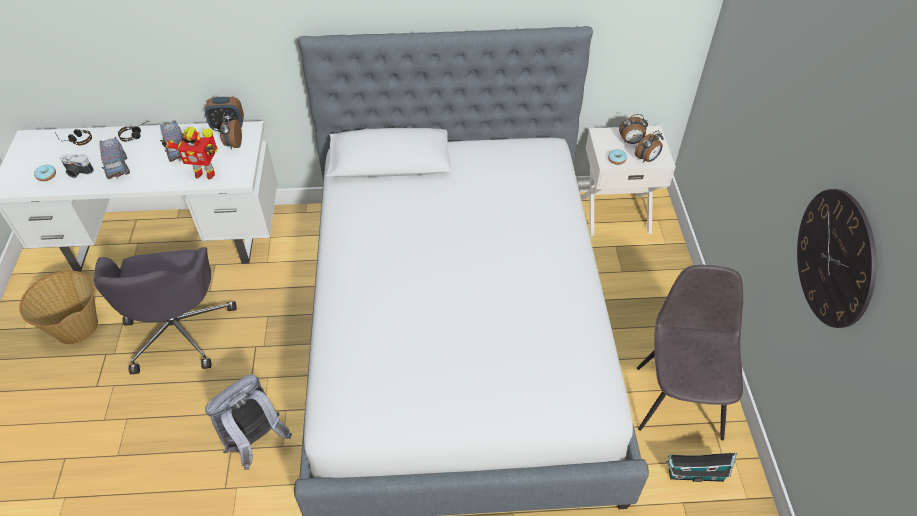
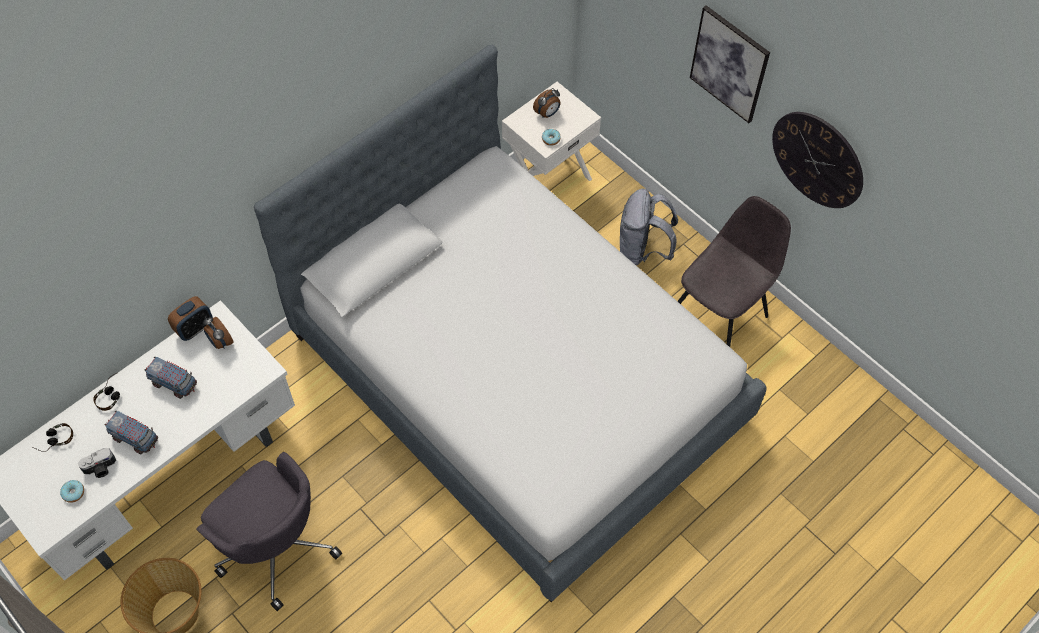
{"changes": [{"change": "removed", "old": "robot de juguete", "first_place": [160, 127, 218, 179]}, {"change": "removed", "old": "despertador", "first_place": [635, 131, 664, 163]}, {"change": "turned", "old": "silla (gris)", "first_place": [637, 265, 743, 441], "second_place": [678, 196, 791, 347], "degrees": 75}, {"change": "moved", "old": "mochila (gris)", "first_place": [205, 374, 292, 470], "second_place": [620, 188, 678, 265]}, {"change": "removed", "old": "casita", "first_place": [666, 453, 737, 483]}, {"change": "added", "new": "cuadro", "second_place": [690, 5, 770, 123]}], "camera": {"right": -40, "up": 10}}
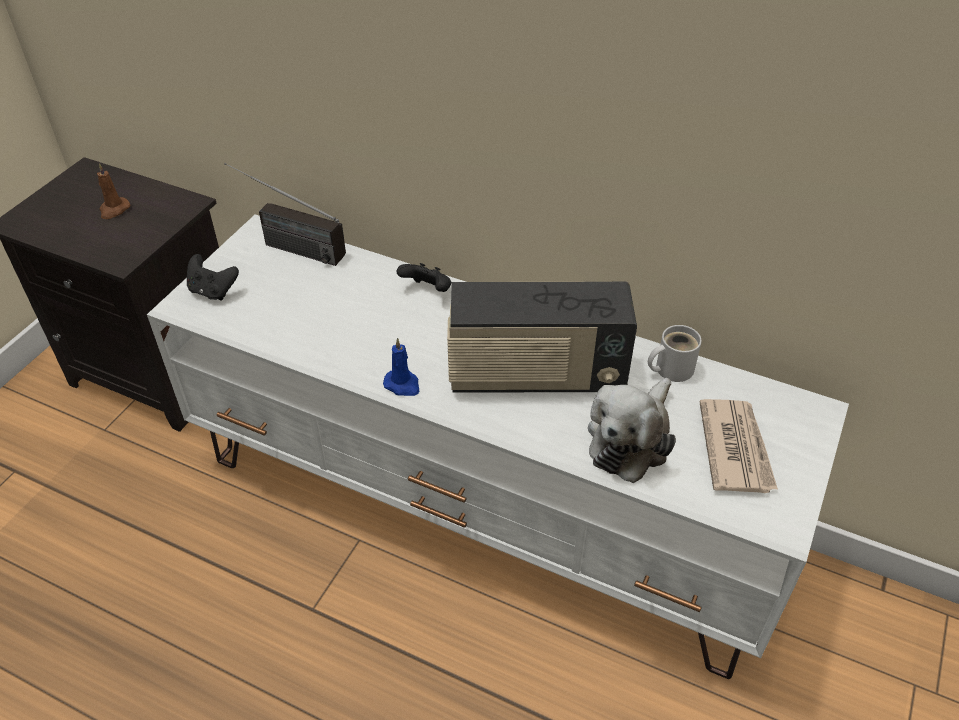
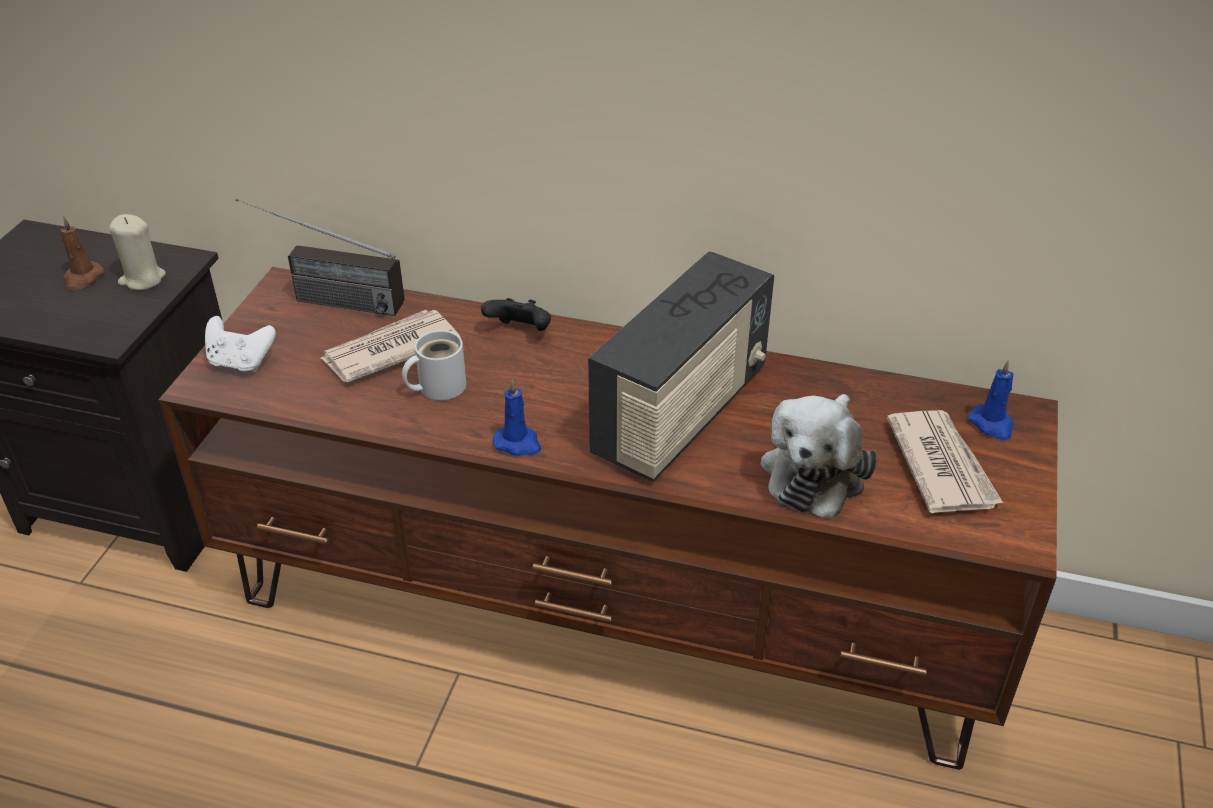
{"changes": [{"change": "recoloured", "old": "mueble de televisión (blanco)", "new": "mueble de televisión (marrón)", "first_place": [147, 214, 849, 679], "second_place": [158, 267, 1058, 770]}, {"change": "recoloured", "old": "mando de consola (negro)", "new": "mando de consola (blanco)", "first_place": [187, 254, 239, 301], "second_place": [205, 316, 276, 372]}, {"change": "turned", "old": "radio", "first_place": [447, 282, 637, 393], "second_place": [588, 251, 774, 482], "degrees": -45}, {"change": "moved", "old": "taza grande (blanco)", "first_place": [648, 325, 702, 382], "second_place": [402, 330, 466, 401]}, {"change": "added", "new": "vela (beis)", "second_place": [109, 214, 166, 290]}, {"change": "added", "new": "periódico", "second_place": [319, 310, 461, 383]}, {"change": "added", "new": "vela (azul)", "second_place": [968, 360, 1014, 440]}], "camera": {"right": -10, "up": -5}}
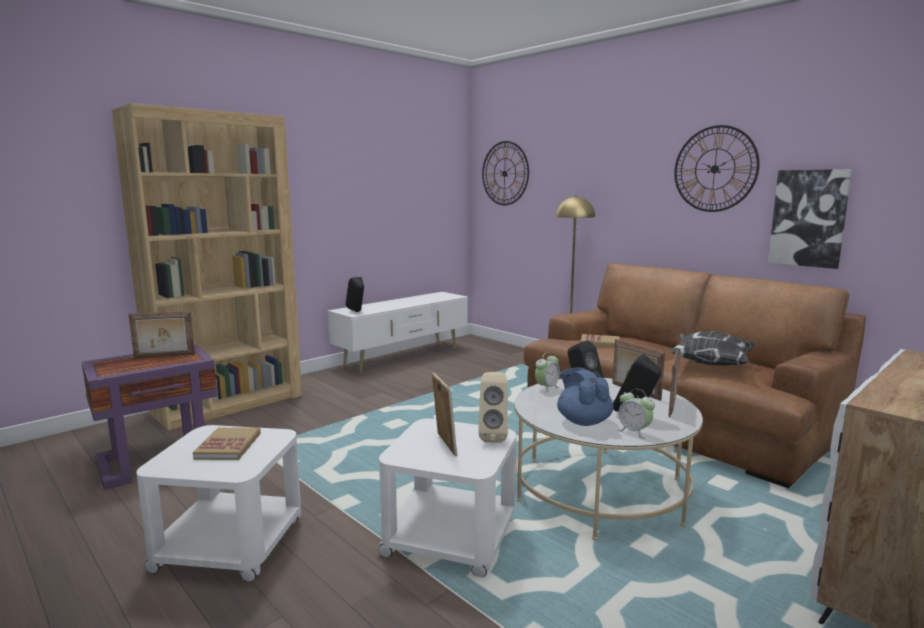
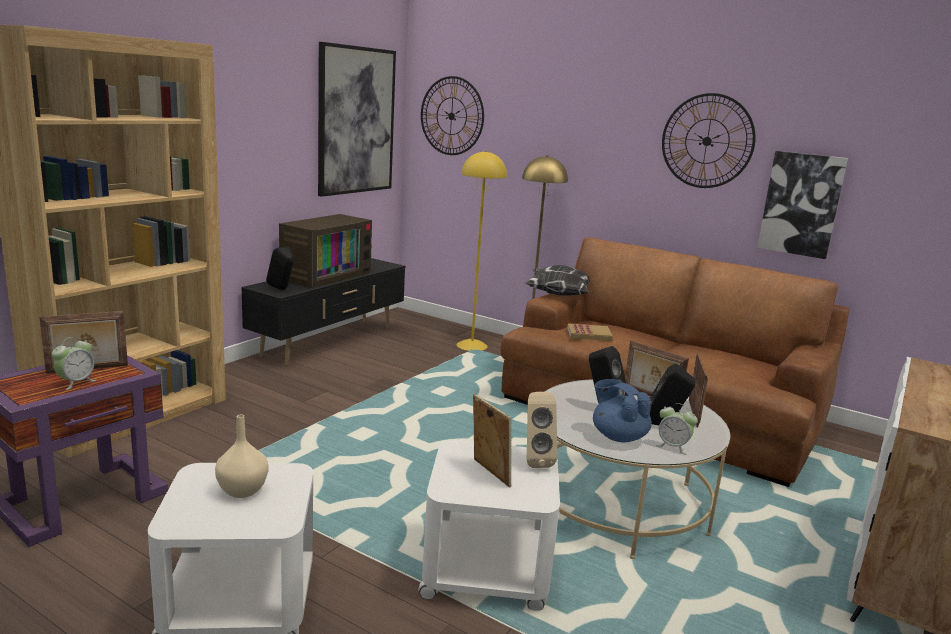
{"changes": [{"change": "recoloured", "old": "mueble de televisión (blanco)", "new": "mueble de televisión (negro)", "first_place": [328, 292, 468, 374], "second_place": [241, 258, 405, 366]}, {"change": "moved", "old": "cojín", "first_place": [669, 330, 756, 366], "second_place": [525, 265, 590, 296]}, {"change": "moved", "old": "despertador", "first_place": [535, 353, 560, 393], "second_place": [52, 337, 96, 390]}, {"change": "replaced", "old": "libro", "new": "florero (beis)", "first_place": [193, 428, 261, 460], "second_place": [215, 415, 269, 498]}, {"change": "added", "new": "cuadro", "second_place": [318, 42, 396, 197]}, {"change": "added", "new": "lámpara de pie (amarillo)", "second_place": [456, 151, 507, 351]}, {"change": "added", "new": "televisor", "second_place": [279, 214, 372, 288]}], "camera": {"right": -15, "up": 5}}
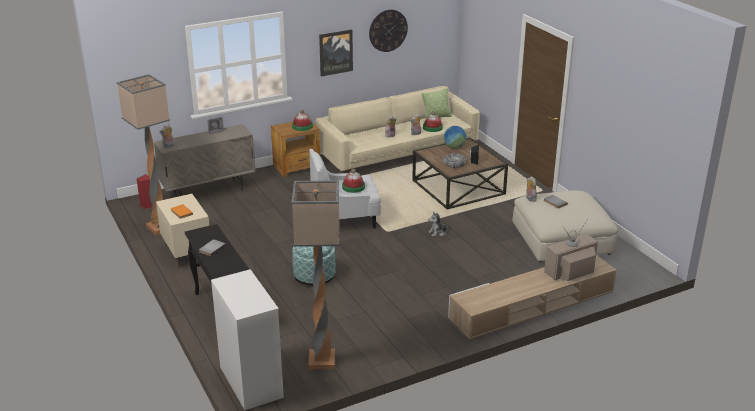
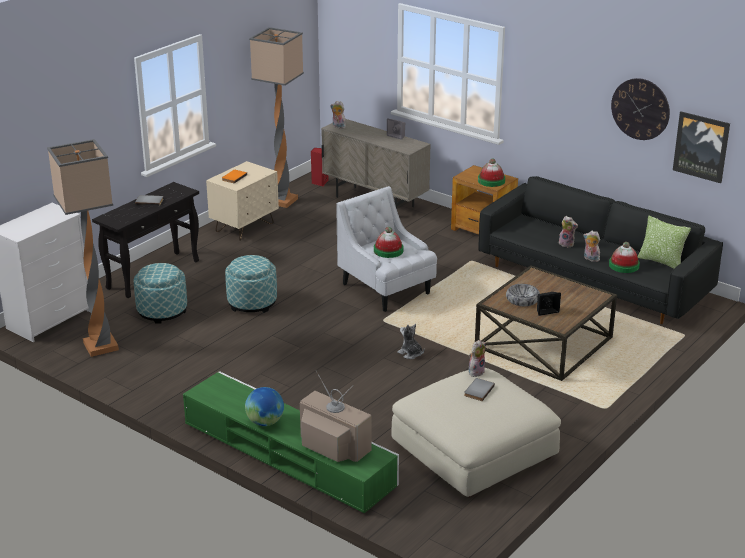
{"changes": [{"change": "moved", "old": "cuadro", "first_place": [319, 30, 353, 76], "second_place": [673, 111, 730, 183]}, {"change": "recoloured", "old": "sofá (beis)", "new": "sofá (negro)", "first_place": [315, 86, 480, 172], "second_place": [478, 176, 723, 324]}, {"change": "moved", "old": "globo terráqueo", "first_place": [444, 126, 466, 148], "second_place": [245, 387, 284, 426]}, {"change": "recoloured", "old": "mueble de televisión (beis)", "new": "mueble de televisión (verde)", "first_place": [448, 255, 617, 339], "second_place": [183, 371, 399, 513]}, {"change": "added", "new": "puf", "second_place": [133, 263, 187, 324]}], "camera": {"right": 65, "up": 0}}
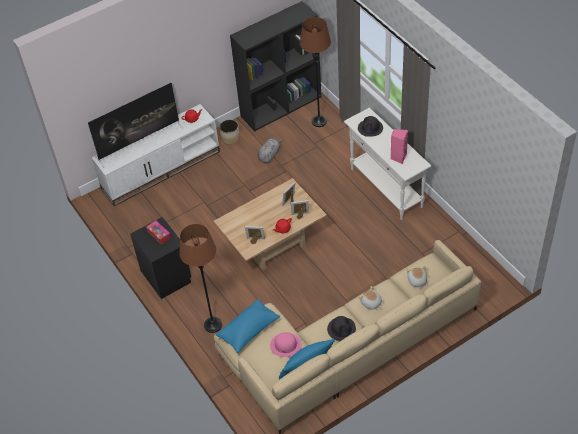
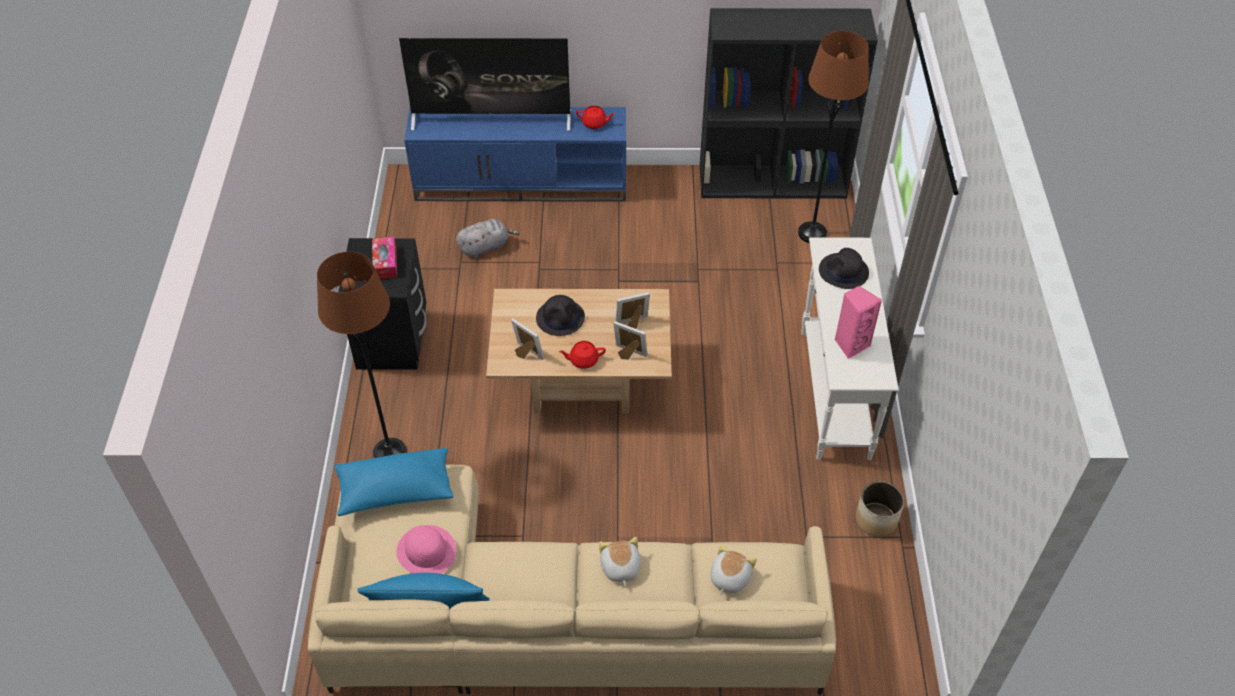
{"changes": [{"change": "recoloured", "old": "mueble de televisión (blanco)", "new": "mueble de televisión (azul)", "first_place": [92, 104, 220, 206], "second_place": [404, 107, 626, 202]}, {"change": "moved", "old": "maceta", "first_place": [219, 119, 240, 145], "second_place": [856, 481, 904, 537]}, {"change": "moved", "old": "peluche (gris)", "first_place": [257, 138, 283, 163], "second_place": [456, 219, 520, 258]}, {"change": "moved", "old": "sombrero (negro)", "first_place": [327, 316, 356, 341], "second_place": [536, 295, 585, 336]}], "camera": {"right": 30, "up": 0}}
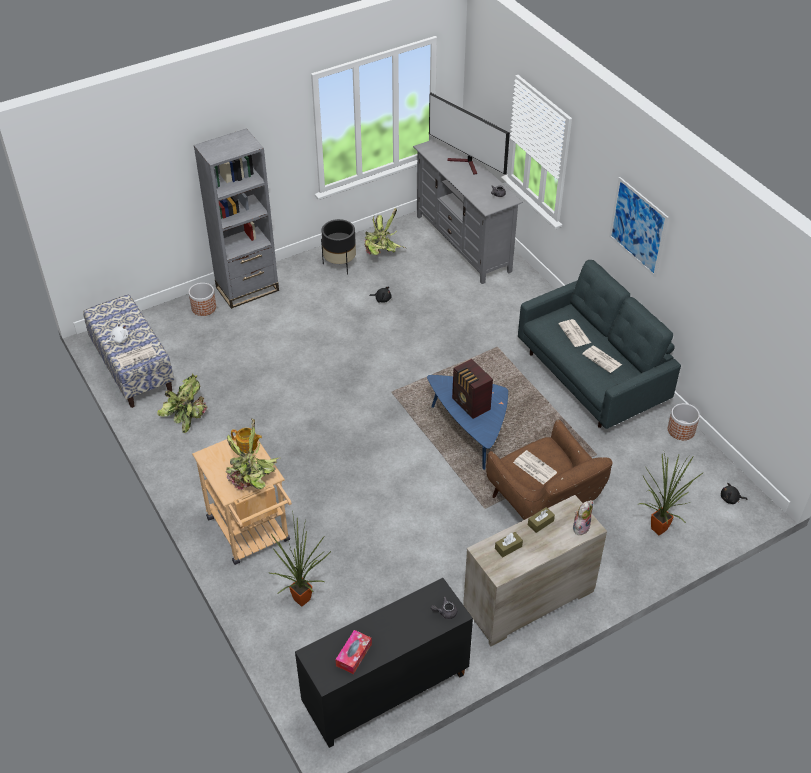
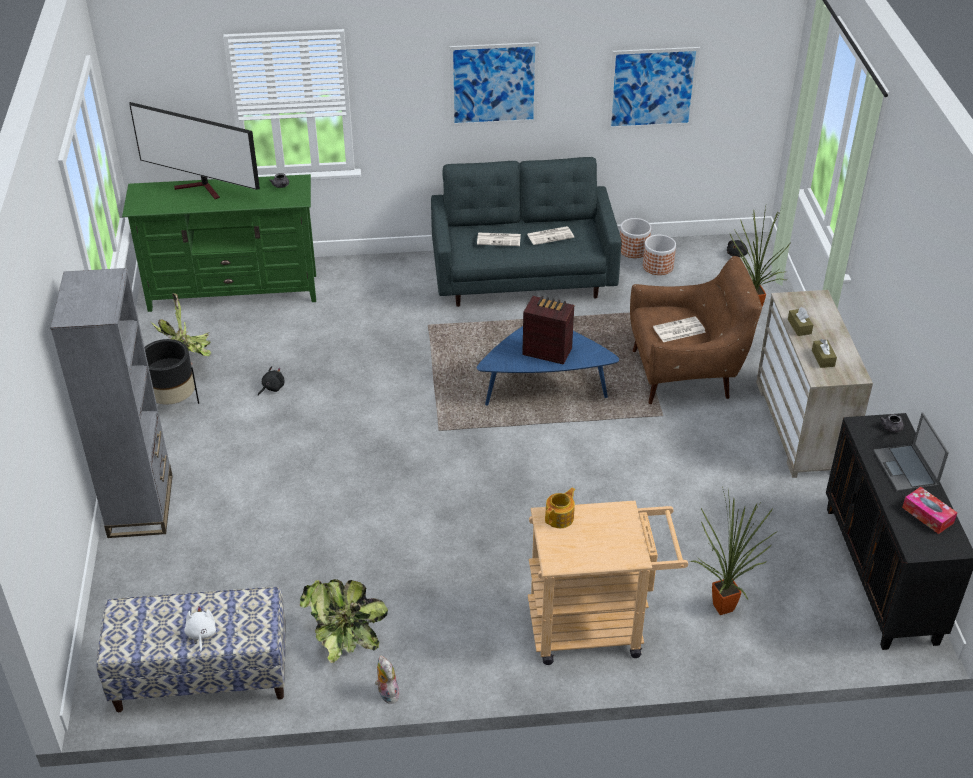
{"changes": [{"change": "turned", "old": "televisor", "first_place": [429, 92, 510, 175], "second_place": [129, 102, 260, 199], "degrees": 45}, {"change": "recoloured", "old": "mueble de televisión (gris)", "new": "mueble de televisión (verde)", "first_place": [413, 138, 523, 284], "second_place": [122, 174, 316, 312]}, {"change": "moved", "old": "maceta", "first_place": [189, 283, 216, 316], "second_place": [643, 235, 676, 275]}, {"change": "removed", "old": "periódico", "first_place": [116, 344, 157, 368]}, {"change": "turned", "old": "radio", "first_place": [452, 359, 493, 419], "second_place": [522, 296, 574, 365], "degrees": -150}, {"change": "removed", "old": "planta en maceta", "first_place": [225, 418, 279, 490]}, {"change": "moved", "old": "peluche", "first_place": [573, 500, 593, 535], "second_place": [375, 655, 399, 703]}, {"change": "added", "new": "cuadro", "second_place": [607, 47, 700, 130]}, {"change": "added", "new": "portátil", "second_place": [873, 413, 949, 491]}], "camera": {"right": -65, "up": -5}}
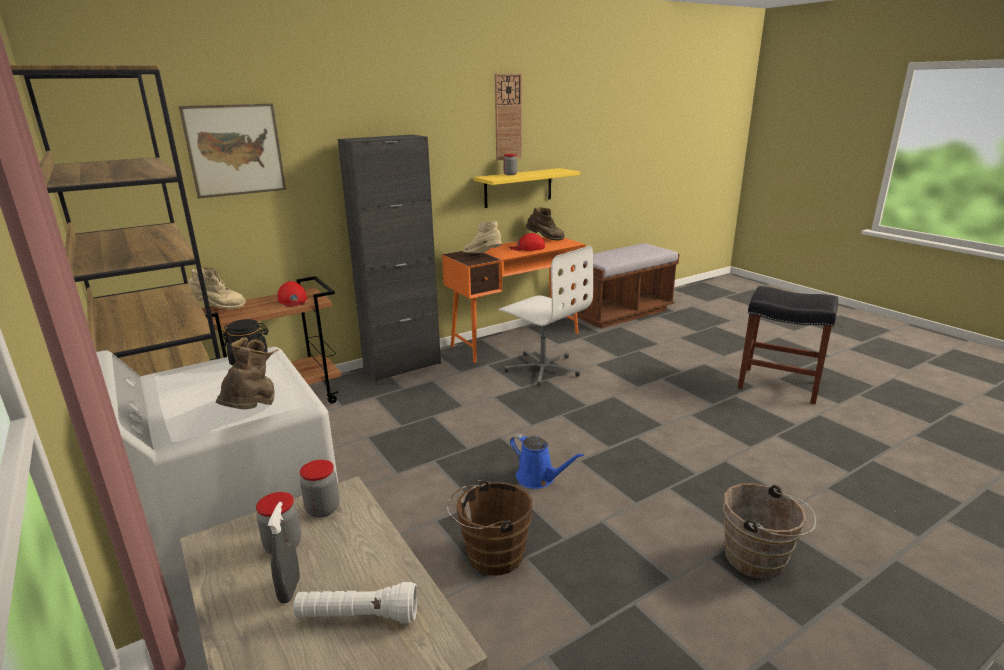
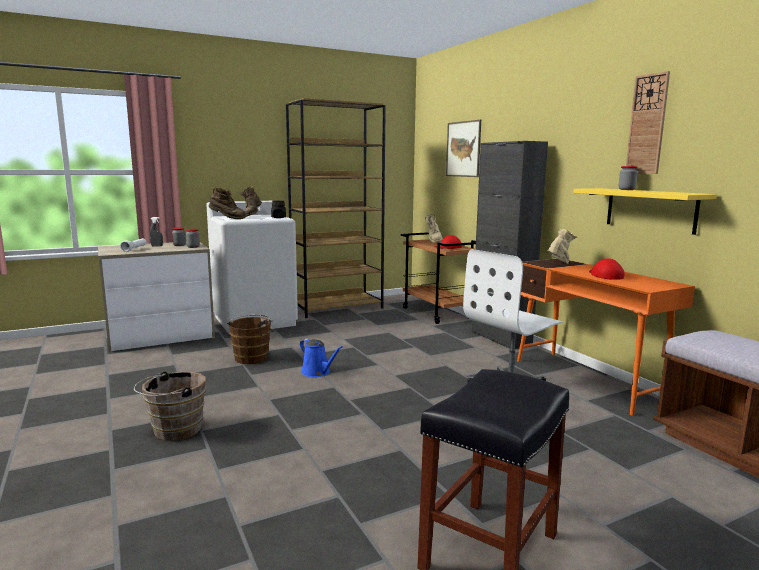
{"changes": [{"change": "moved", "old": "bota (marrón)", "first_place": [526, 207, 565, 240], "second_place": [240, 186, 262, 217]}, {"change": "turned", "old": "regadera (azul)", "first_place": [510, 434, 584, 489], "second_place": [300, 339, 343, 377], "degrees": -90}], "camera": {"right": 95, "up": -10}}
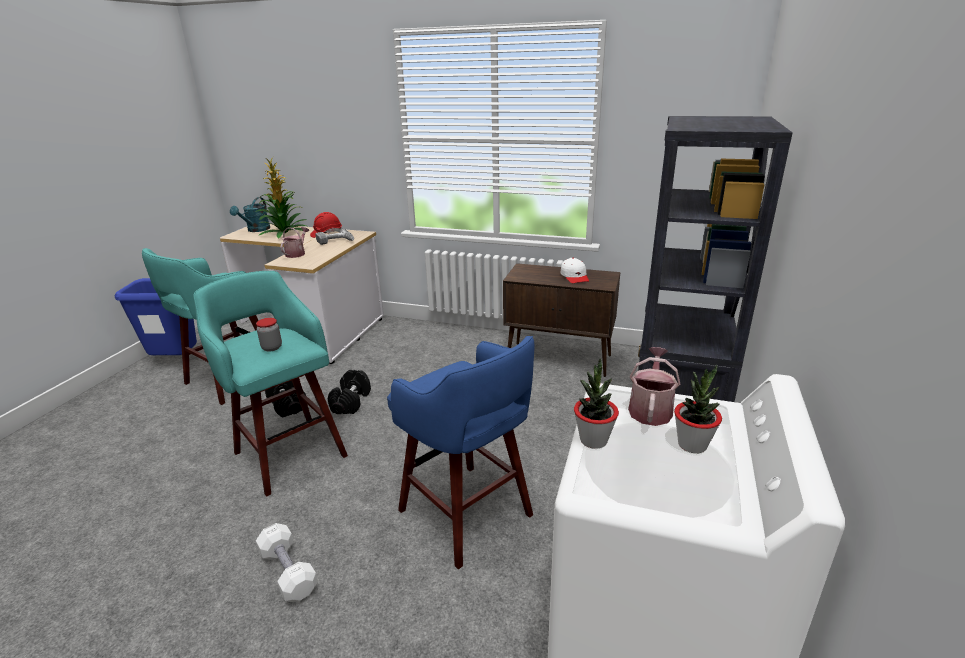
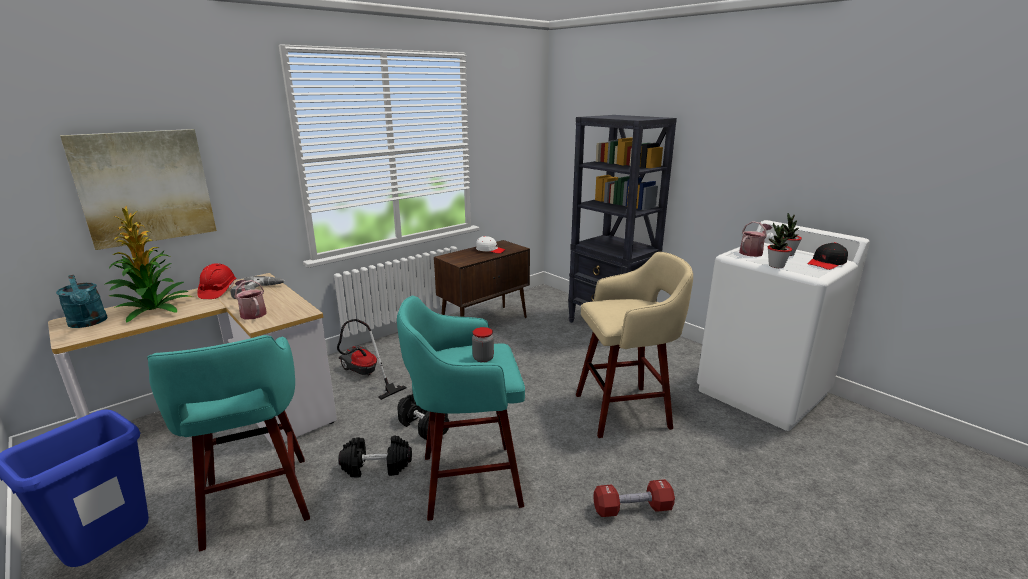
{"changes": [{"change": "recoloured", "old": "taburete (azul)", "new": "taburete (beis)", "first_place": [387, 336, 535, 569], "second_place": [576, 252, 693, 438]}, {"change": "turned", "old": "regadera", "first_place": [628, 347, 680, 426], "second_place": [739, 221, 772, 257], "degrees": 90}, {"change": "recoloured", "old": "mancuerna (blanco)", "new": "mancuerna (rojo)", "first_place": [256, 523, 318, 602], "second_place": [593, 479, 675, 517]}, {"change": "added", "new": "cuadro", "second_place": [60, 129, 217, 250]}, {"change": "added", "new": "gorra (negro)", "second_place": [808, 242, 848, 270]}, {"change": "added", "new": "aspiradora", "second_place": [337, 319, 407, 400]}], "camera": {"right": -60, "up": -5}}
